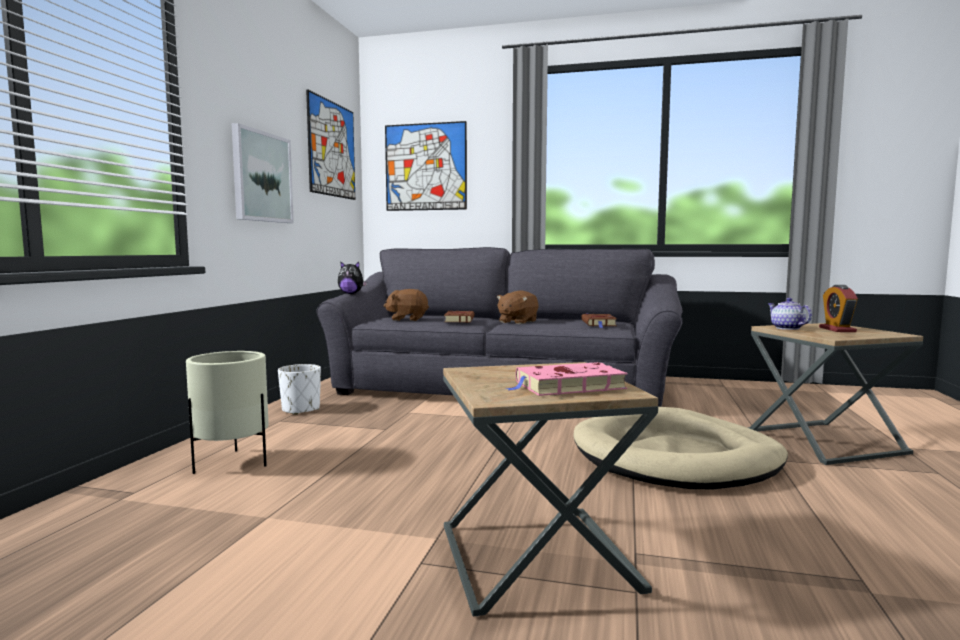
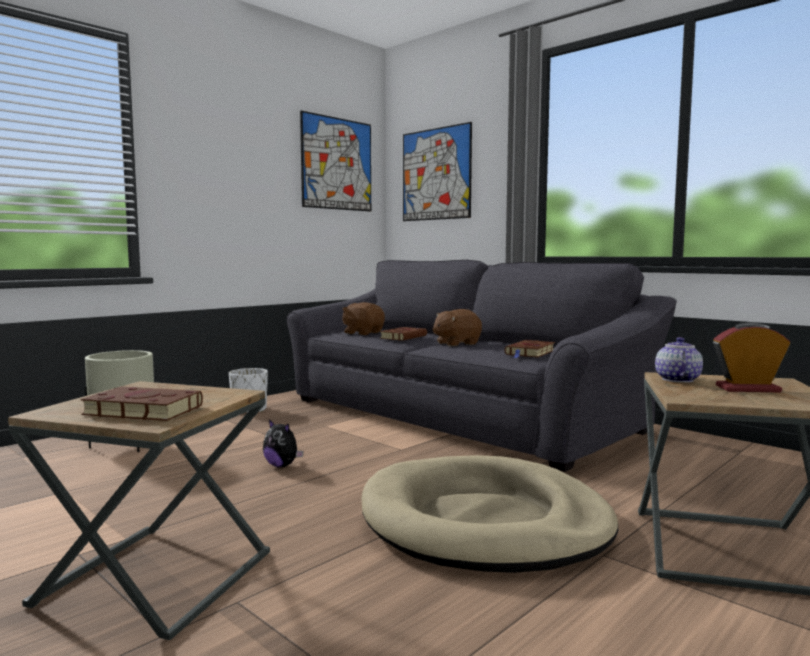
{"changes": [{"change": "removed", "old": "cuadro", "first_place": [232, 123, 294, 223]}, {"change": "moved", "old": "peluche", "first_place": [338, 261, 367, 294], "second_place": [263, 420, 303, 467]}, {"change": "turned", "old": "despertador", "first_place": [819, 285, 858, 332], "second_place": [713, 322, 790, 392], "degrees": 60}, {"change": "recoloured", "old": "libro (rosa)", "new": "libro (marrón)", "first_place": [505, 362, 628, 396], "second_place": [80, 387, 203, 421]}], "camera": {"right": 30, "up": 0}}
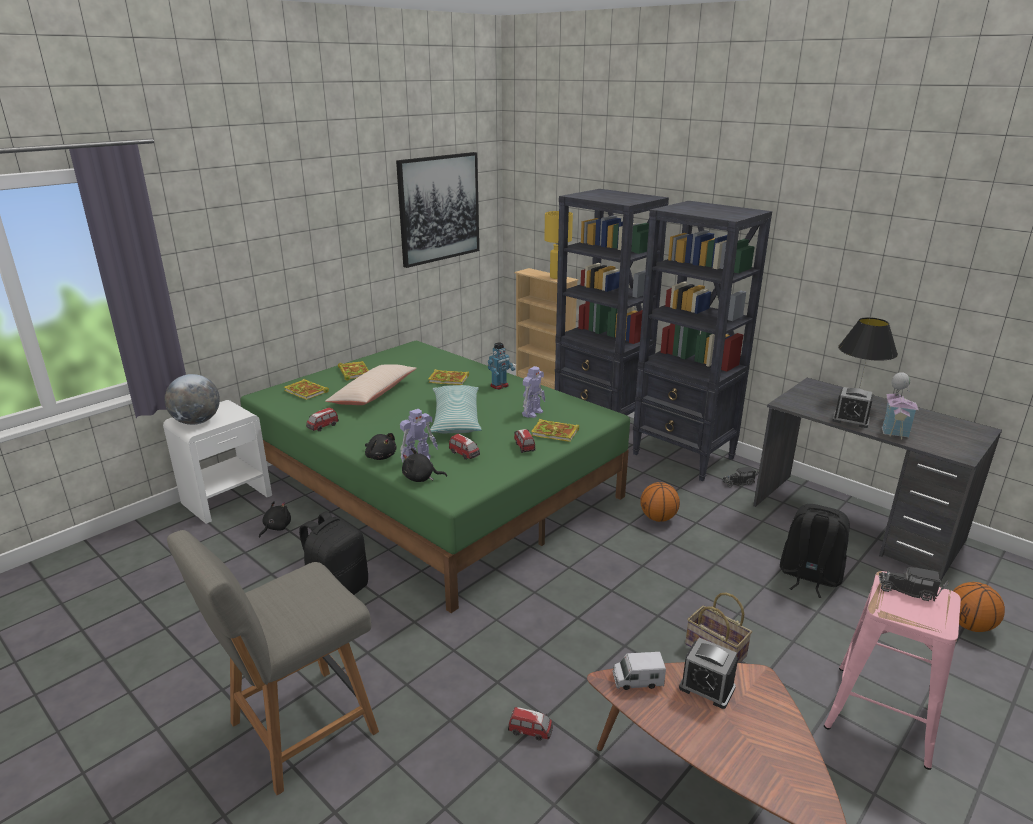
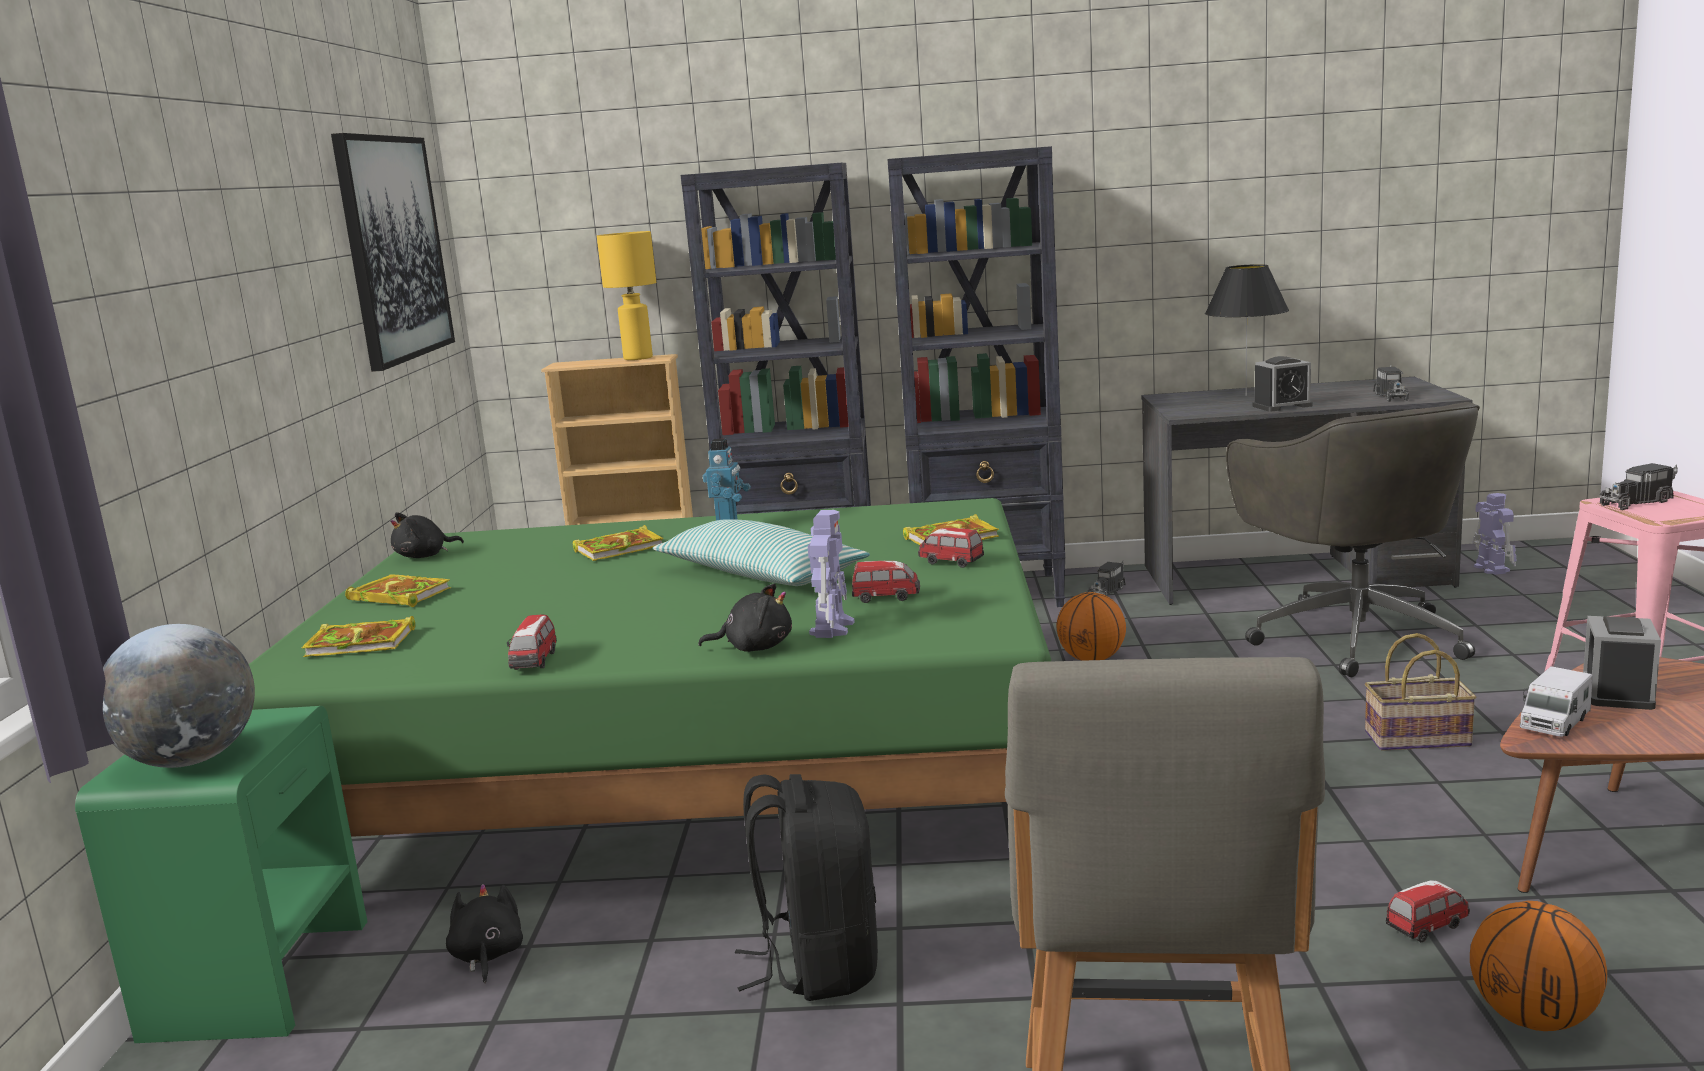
{"changes": [{"change": "removed", "old": "cojín (beis)", "first_place": [326, 364, 417, 405]}, {"change": "moved", "old": "robot de juguete", "first_place": [522, 366, 545, 418], "second_place": [1473, 493, 1517, 575]}, {"change": "removed", "old": "casita", "first_place": [882, 372, 919, 439]}, {"change": "recoloured", "old": "mesita de noche (blanco)", "new": "mesita de noche (verde)", "first_place": [163, 400, 272, 524], "second_place": [75, 706, 368, 1043]}, {"change": "moved", "old": "peluche (negro)", "first_place": [402, 448, 447, 482], "second_place": [390, 512, 464, 558]}, {"change": "replaced", "old": "mochila (negro)", "new": "silla de oficina (gris)", "first_place": [780, 504, 850, 598], "second_place": [1226, 402, 1480, 677]}, {"change": "moved", "old": "balón de baloncesto", "first_place": [953, 582, 1005, 632], "second_place": [1470, 901, 1607, 1031]}, {"change": "turned", "old": "despertador", "first_place": [679, 638, 738, 709], "second_place": [1583, 616, 1661, 710], "degrees": 120}, {"change": "added", "new": "camión de juguete", "second_place": [1373, 365, 1409, 402]}], "camera": {"right": -40, "up": -10}}
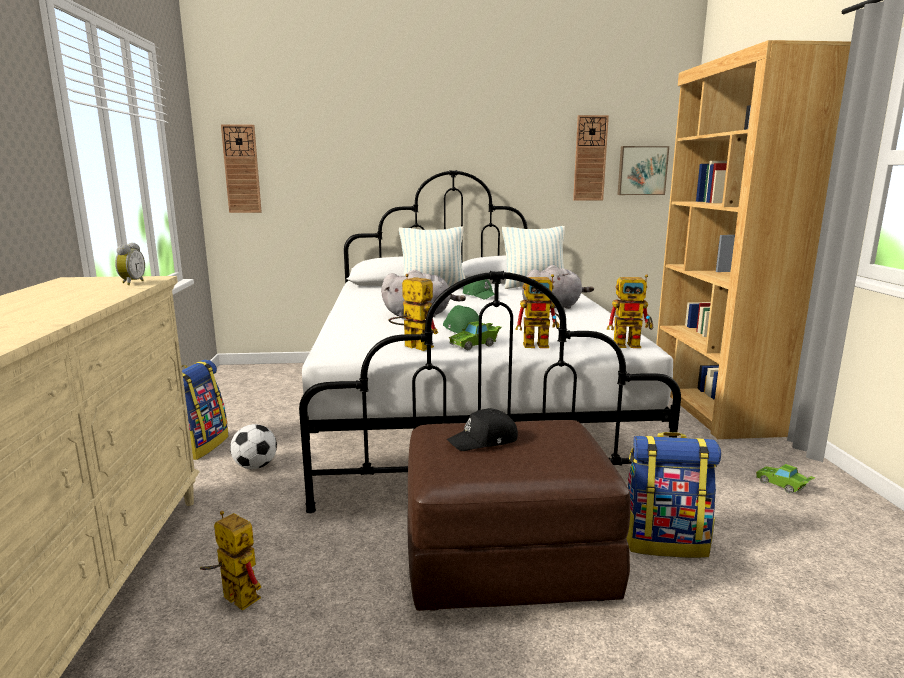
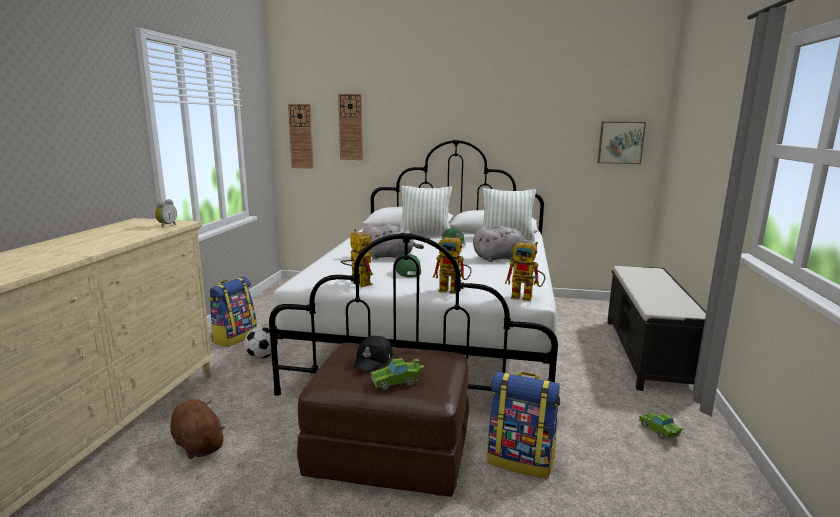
{"changes": [{"change": "replaced", "old": "estantería (marrón)", "new": "banco (negro)", "first_place": [656, 40, 851, 439], "second_place": [607, 266, 706, 391]}, {"change": "moved", "old": "reloj de pared", "first_place": [573, 115, 609, 201], "second_place": [338, 94, 363, 160]}, {"change": "moved", "old": "coche de juguete (verde)", "first_place": [449, 321, 502, 350], "second_place": [371, 358, 424, 390]}, {"change": "turned", "old": "gorra (negro)", "first_place": [447, 408, 518, 451], "second_place": [353, 336, 393, 372], "degrees": -60}, {"change": "replaced", "old": "robot de juguete", "new": "peluche (marrón)", "first_place": [200, 511, 261, 611], "second_place": [170, 399, 225, 459]}], "camera": {"right": 15, "up": 0}}
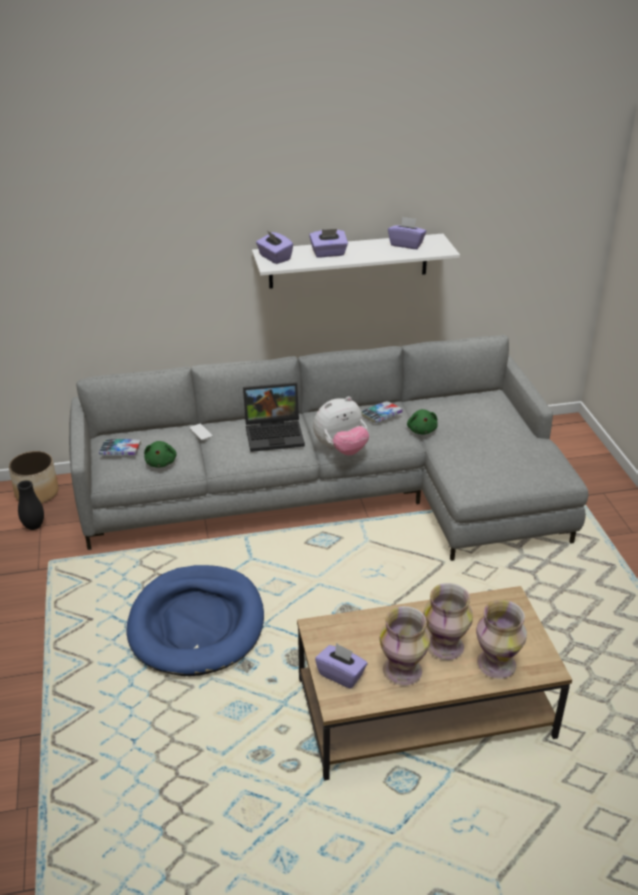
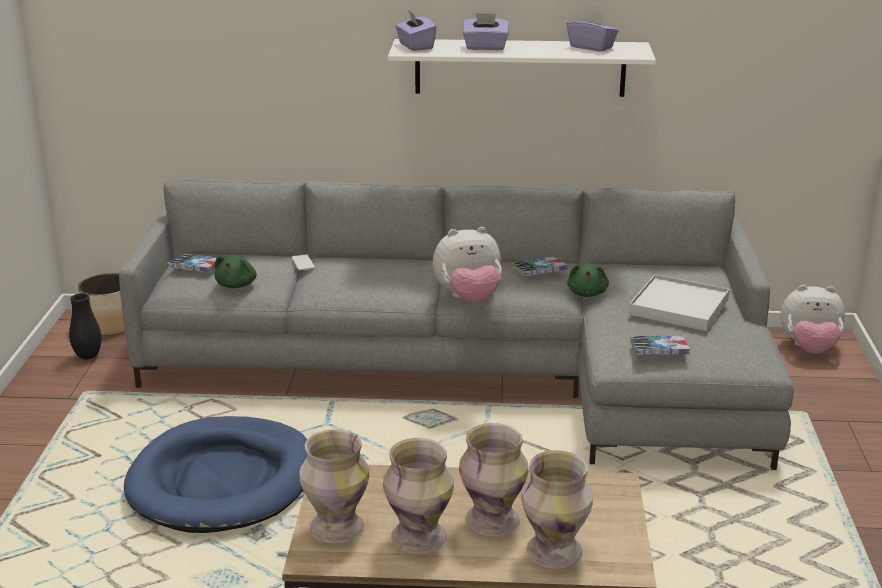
{"changes": [{"change": "removed", "old": "portátil", "first_place": [243, 382, 305, 452]}, {"change": "replaced", "old": "caja de pañuelos (morado)", "new": "florero", "first_place": [315, 643, 367, 689], "second_place": [299, 429, 369, 543]}, {"change": "added", "new": "bandeja (blanco)", "second_place": [629, 274, 730, 331]}, {"change": "added", "new": "peluche", "second_place": [781, 285, 845, 354]}, {"change": "added", "new": "libro", "second_place": [631, 335, 690, 355]}], "camera": {"right": 15, "up": -10}}
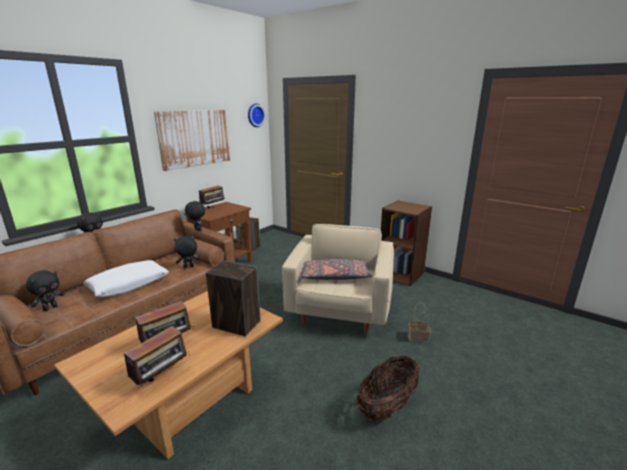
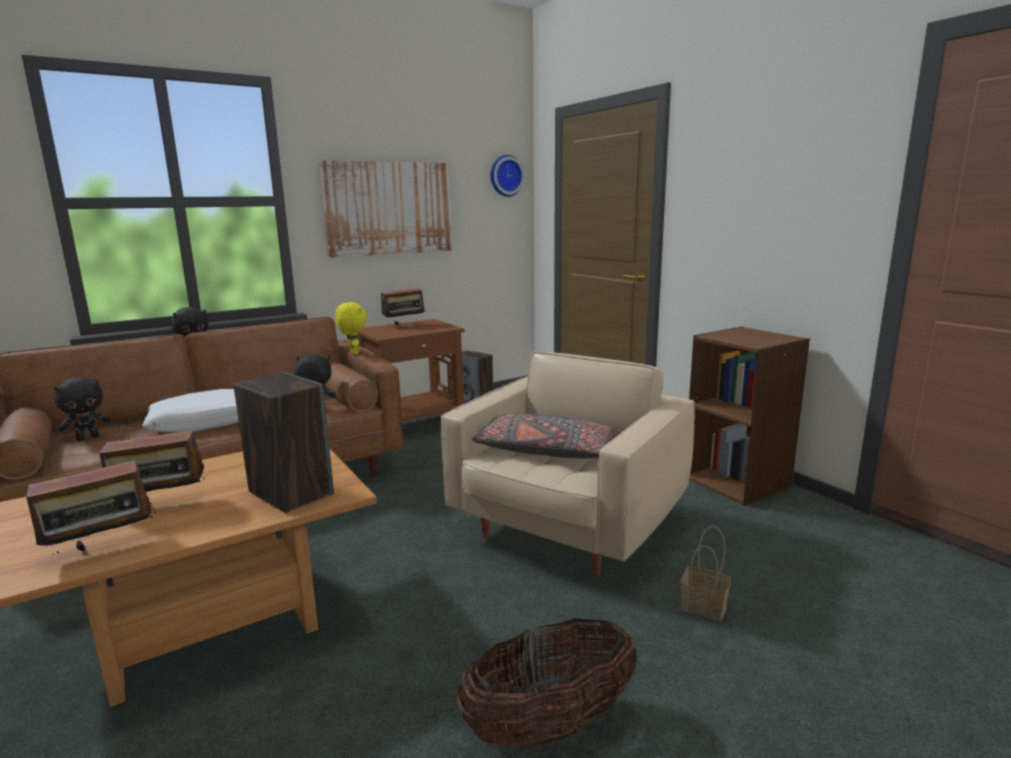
{"changes": [{"change": "recoloured", "old": "peluche (negro)", "new": "peluche (amarillo)", "first_place": [185, 201, 205, 231], "second_place": [335, 302, 367, 355]}], "camera": {"right": 20, "up": -5}}
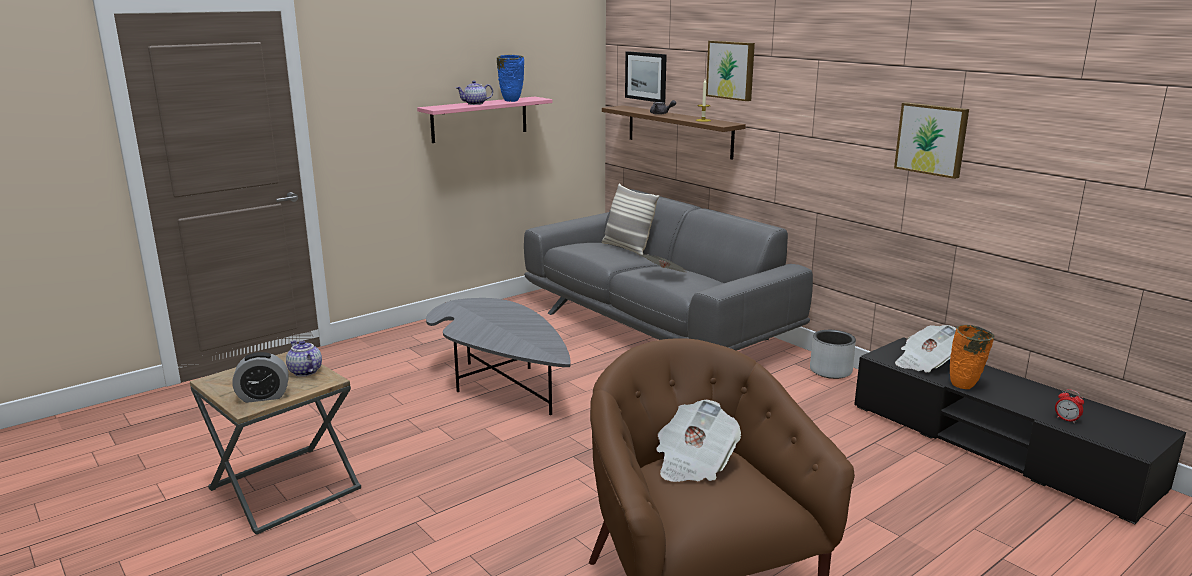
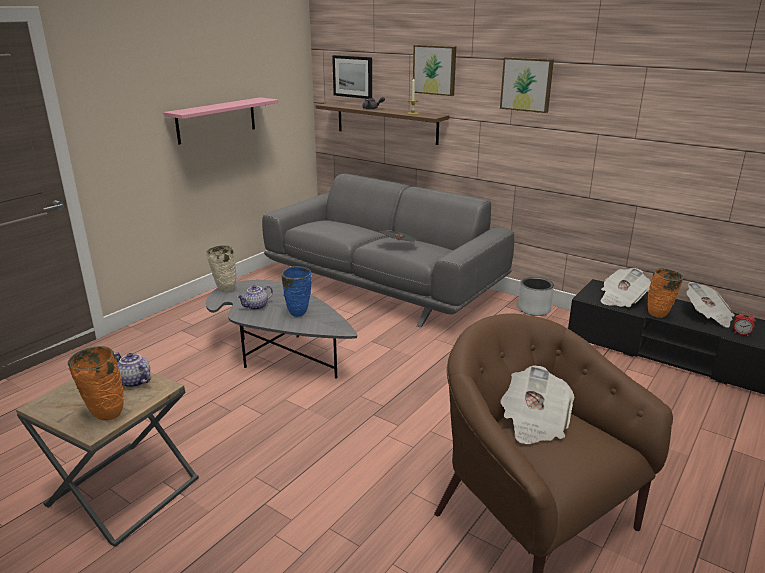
{"changes": [{"change": "moved", "old": "florero (azul)", "first_place": [497, 55, 524, 102], "second_place": [282, 266, 312, 317]}, {"change": "moved", "old": "tetera", "first_place": [456, 81, 493, 105], "second_place": [237, 285, 273, 310]}, {"change": "moved", "old": "cuadro", "first_place": [894, 102, 969, 179], "second_place": [500, 57, 554, 113]}, {"change": "removed", "old": "cojín", "first_place": [602, 184, 659, 255]}, {"change": "replaced", "old": "despertador", "new": "florero (naranja)", "first_place": [232, 352, 289, 403], "second_place": [68, 346, 124, 421]}, {"change": "added", "new": "florero (beis)", "second_place": [206, 245, 236, 292]}, {"change": "added", "new": "periódico", "second_place": [687, 282, 734, 328]}], "camera": {"right": -15, "up": 5}}
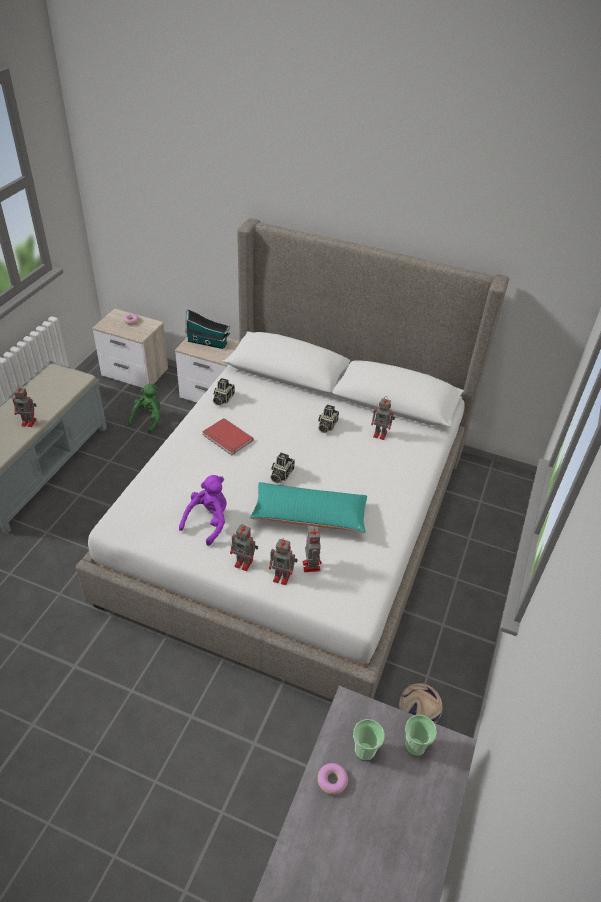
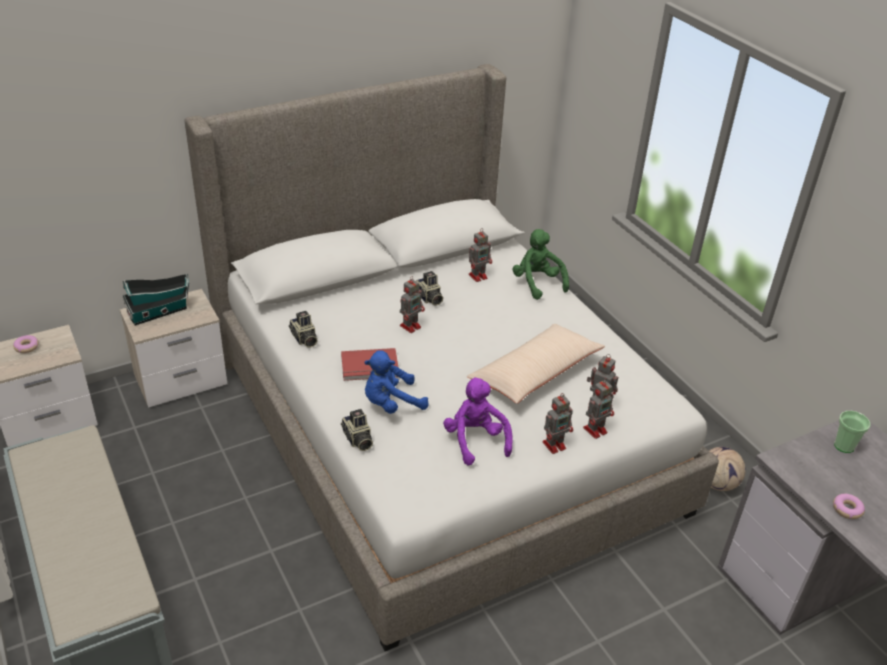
{"changes": [{"change": "moved", "old": "peluche (verde)", "first_place": [128, 384, 160, 434], "second_place": [512, 229, 569, 300]}, {"change": "moved", "old": "robot de juguete", "first_place": [12, 385, 36, 427], "second_place": [400, 276, 425, 333]}, {"change": "moved", "old": "cámara", "first_place": [270, 453, 295, 483], "second_place": [341, 409, 373, 451]}, {"change": "recoloured", "old": "cojín (turquesa)", "new": "cojín (beis)", "first_place": [250, 482, 367, 533], "second_place": [467, 324, 605, 404]}, {"change": "removed", "old": "taza", "first_place": [353, 719, 385, 761]}, {"change": "added", "new": "peluche (azul)", "second_place": [364, 350, 429, 414]}], "camera": {"right": -50, "up": -5}}
